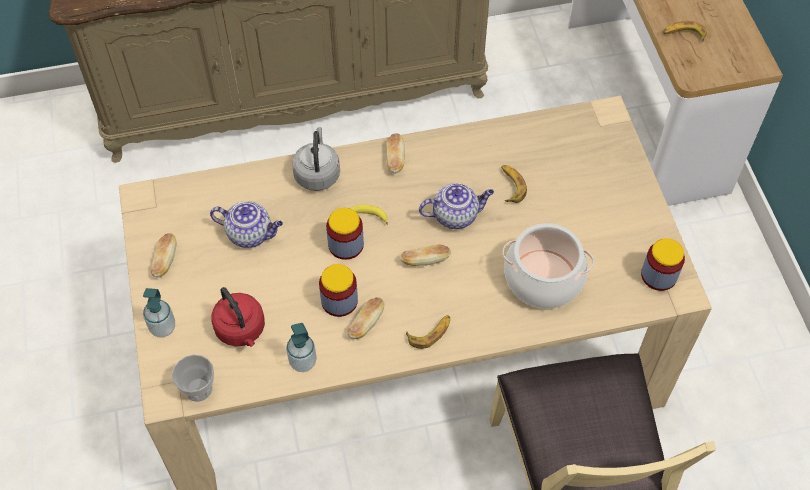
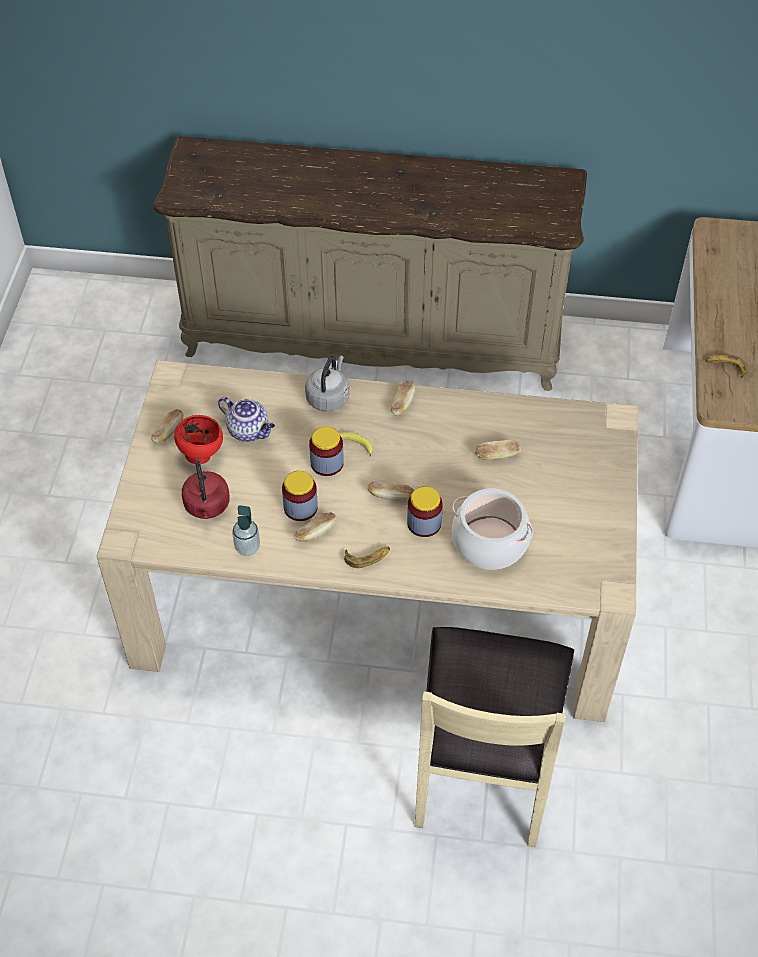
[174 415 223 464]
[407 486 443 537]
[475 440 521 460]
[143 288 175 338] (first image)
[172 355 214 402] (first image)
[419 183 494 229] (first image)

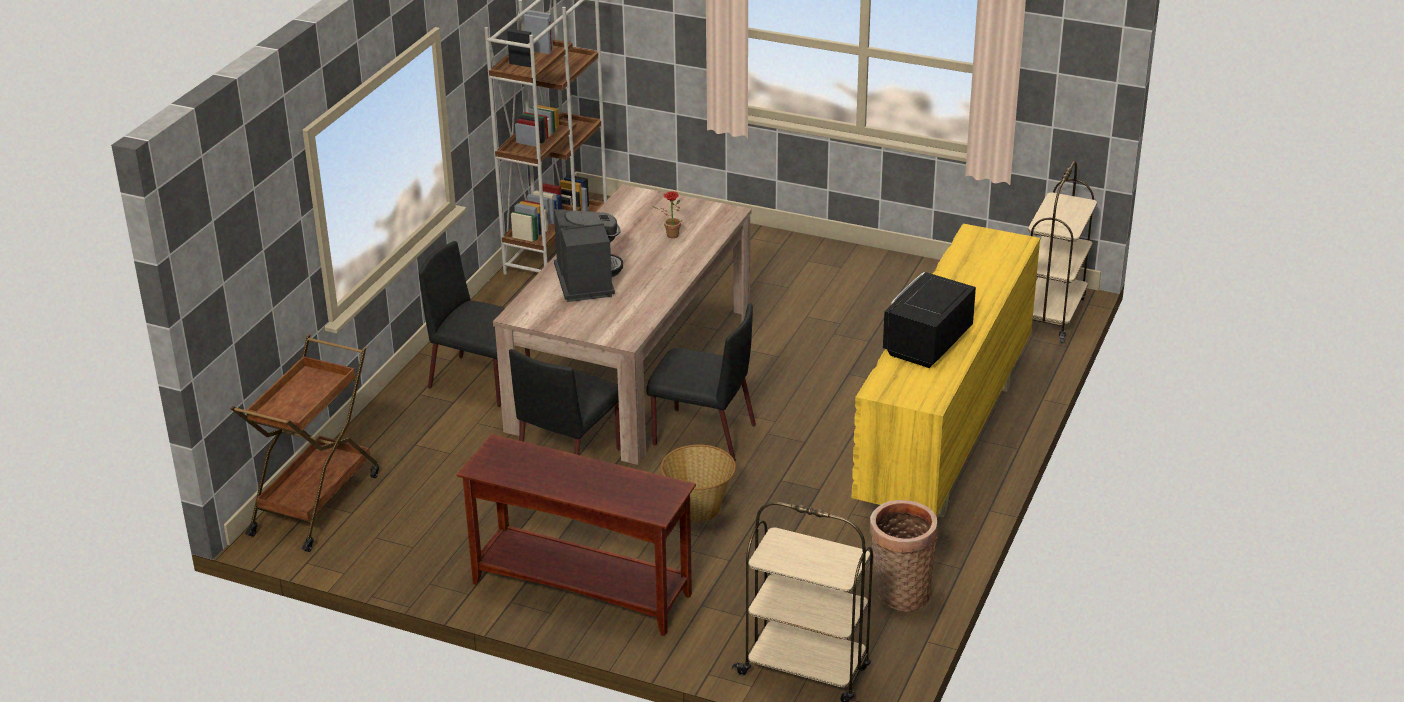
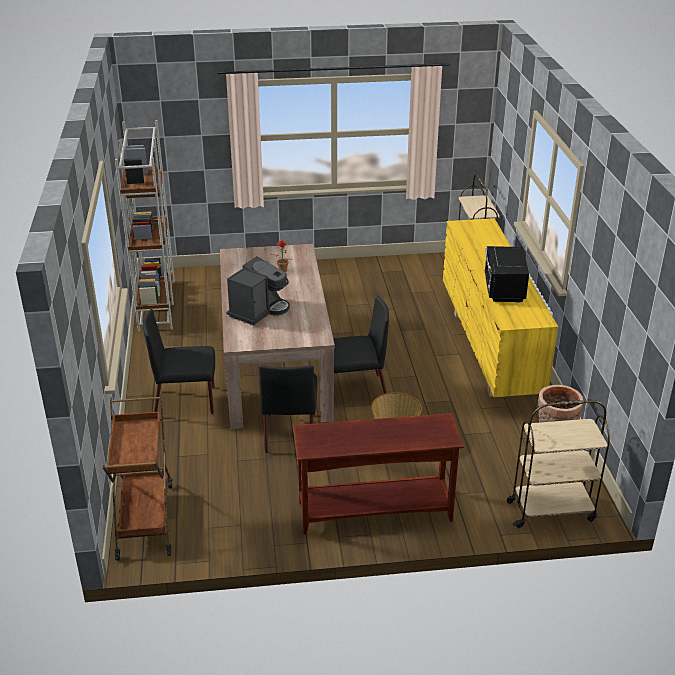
[226 256 290 325]

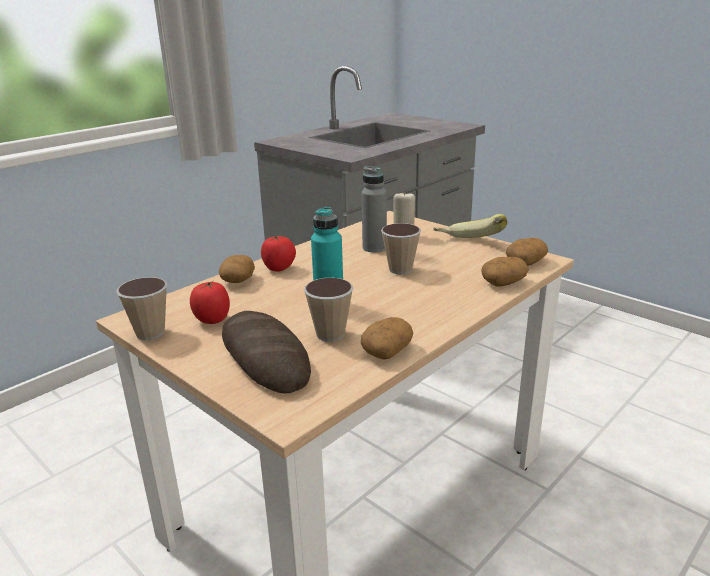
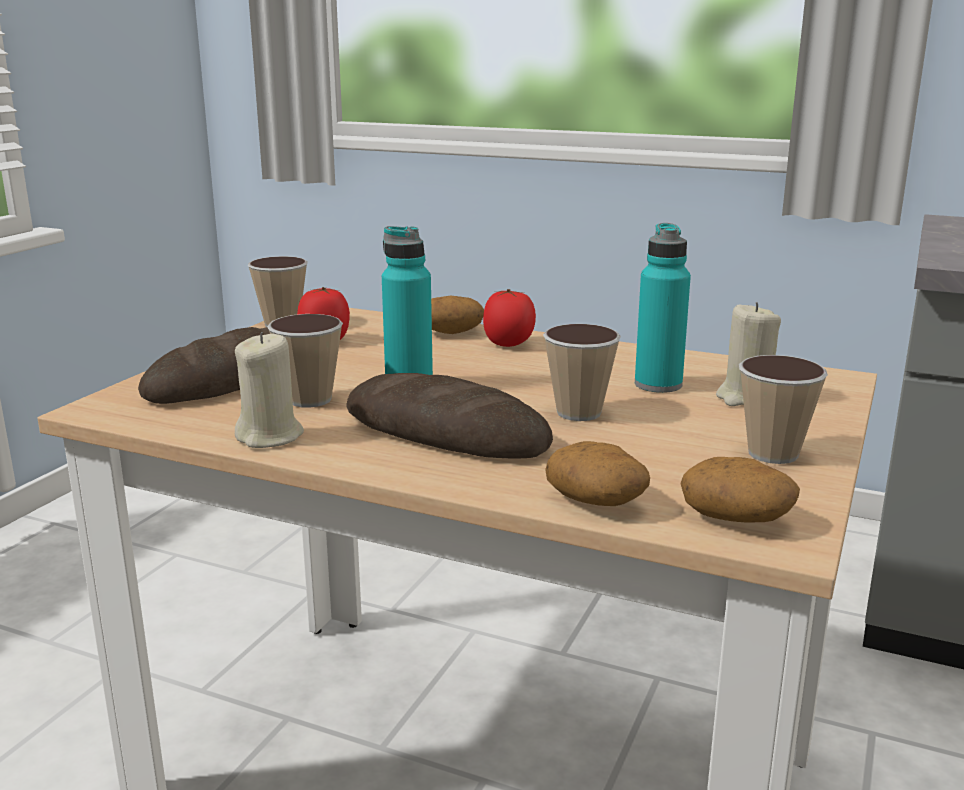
[235 332 304 448]
[347 373 553 459]
[635 223 691 393]
[739 355 828 464]

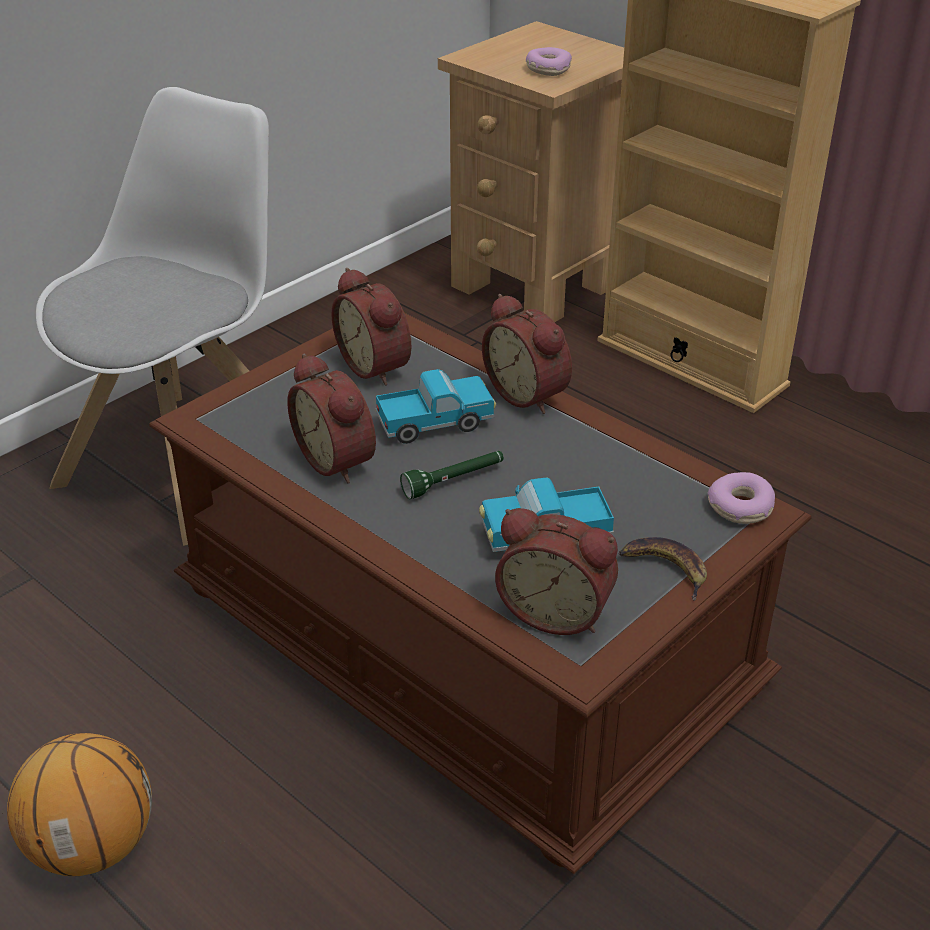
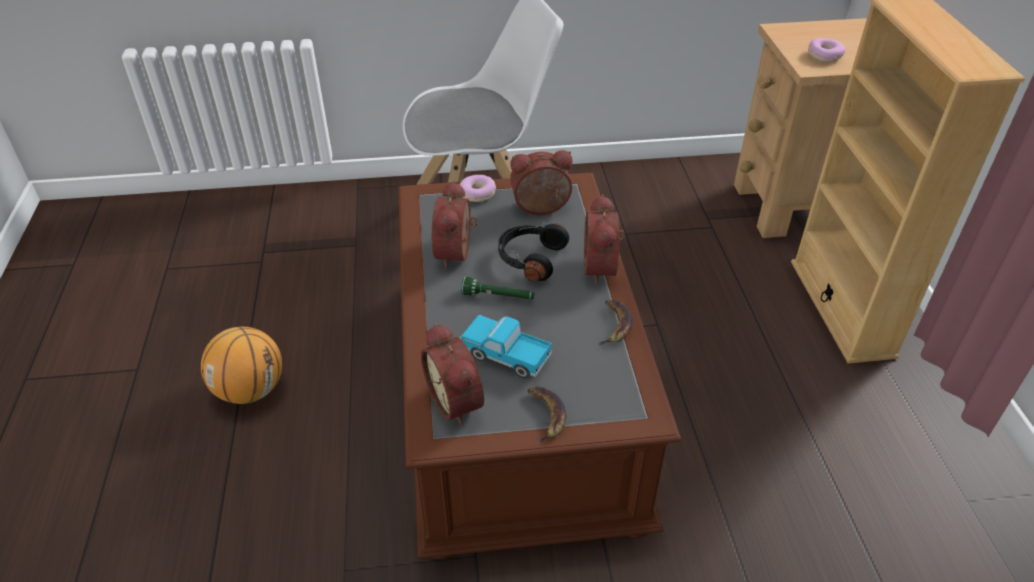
[459 175 496 202]
[498 223 569 281]
[510 150 572 215]
[598 299 632 345]

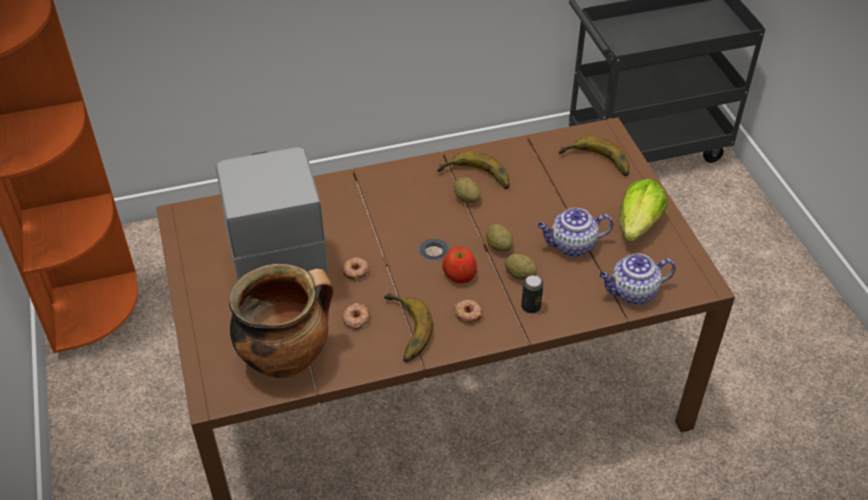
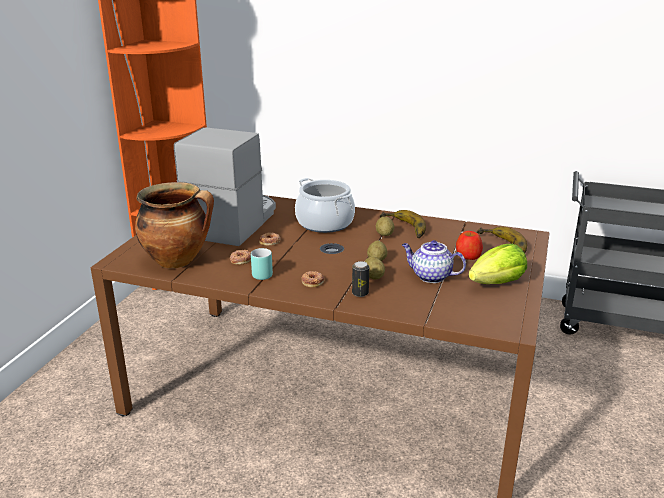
[251 248 273 280]
[295 178 355 233]
[456 231 483 260]
[599 253 676 305] (first image)

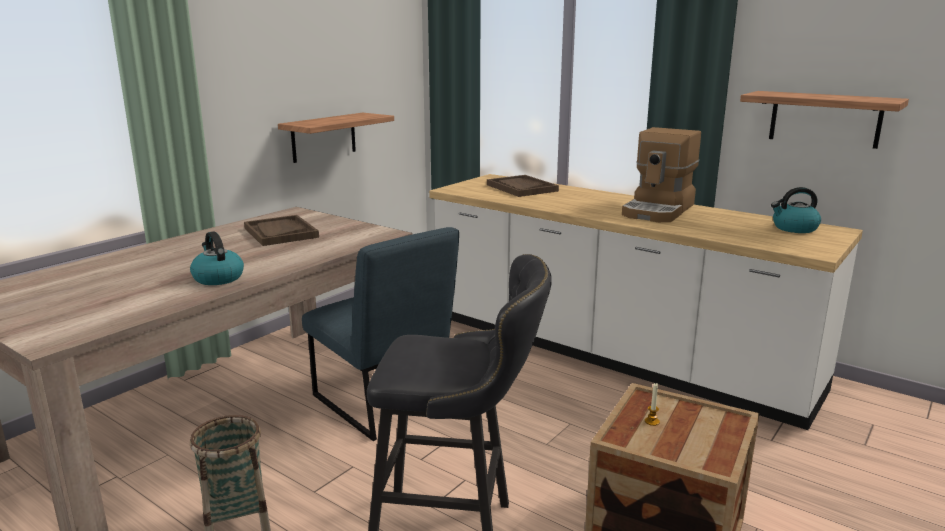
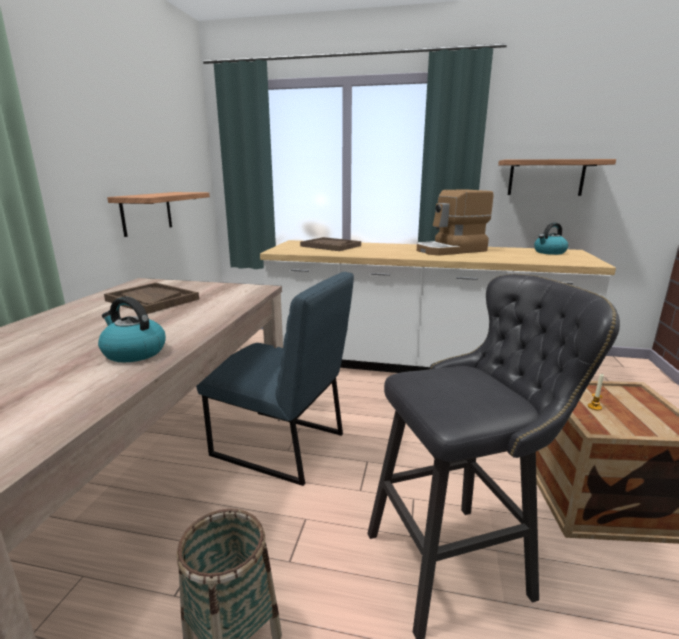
[417 189 493 256]

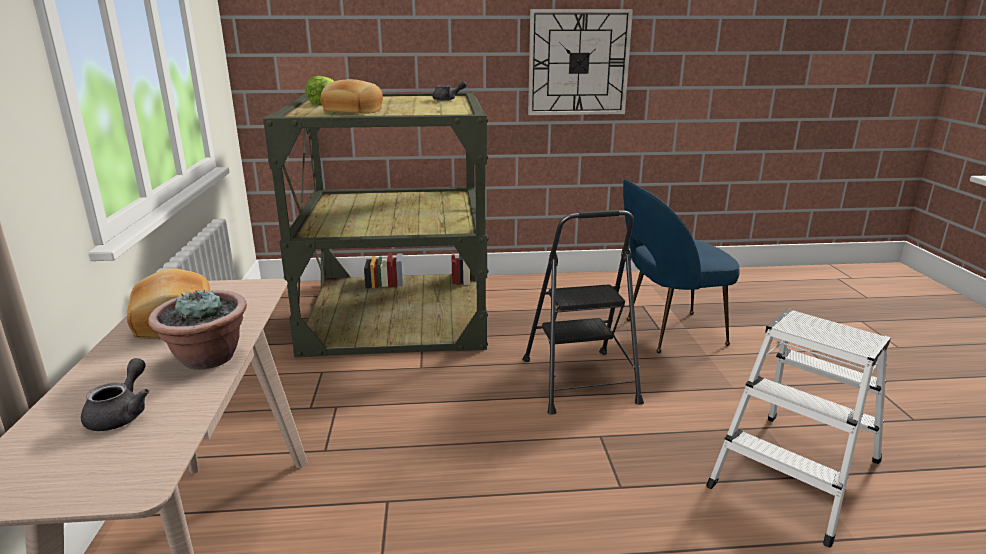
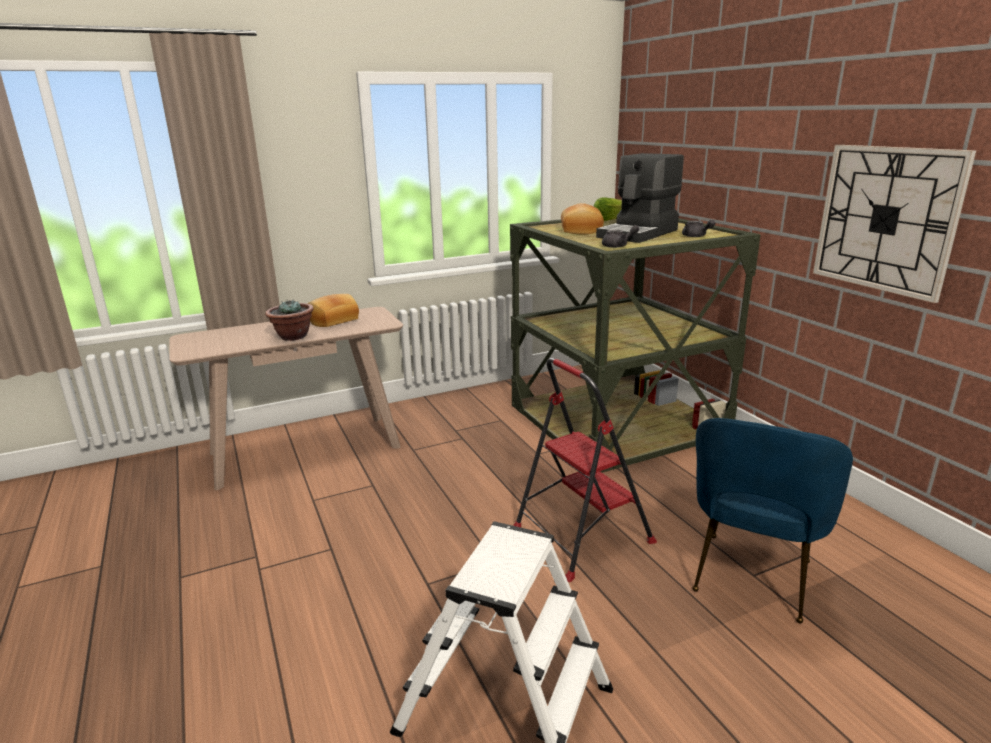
[513 358 657 582]
[596 153 684 243]
[602 225 639 248]
[692 418 853 624]

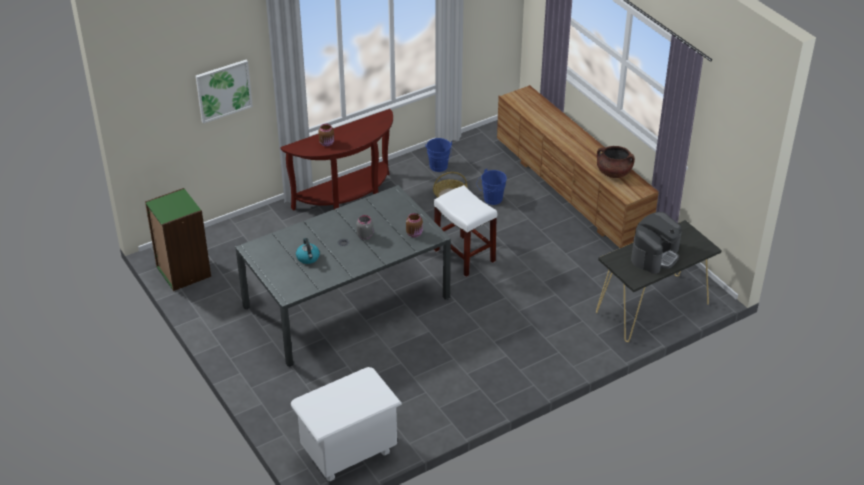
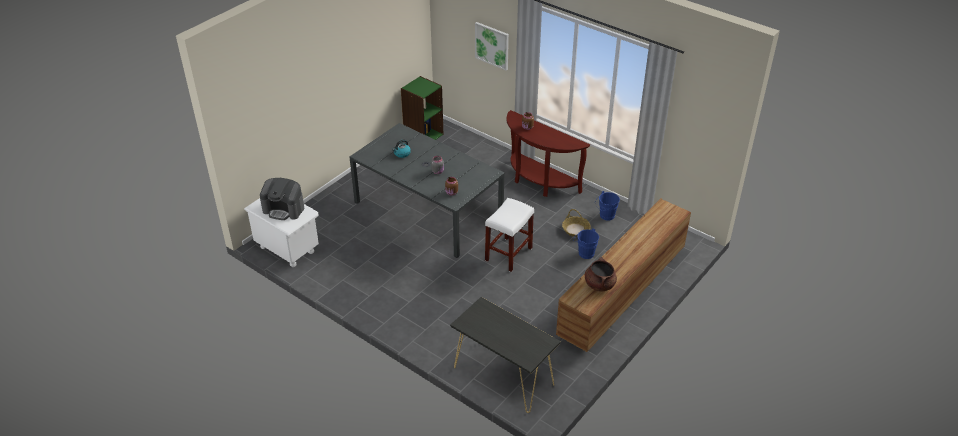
[260 178 304 220]

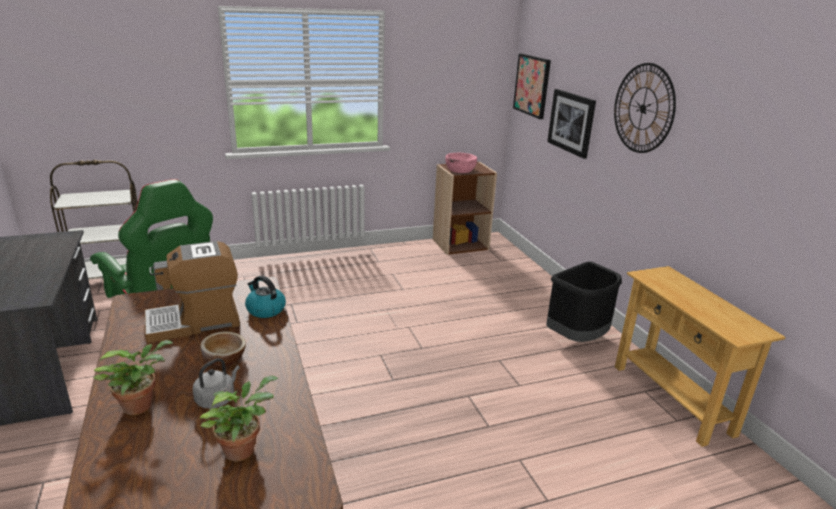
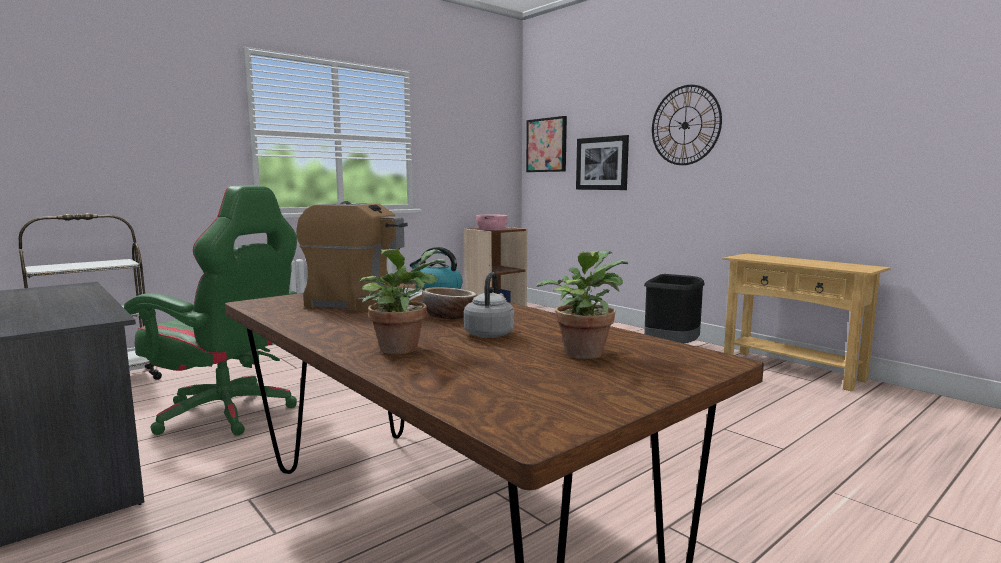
[296 201 423 312]

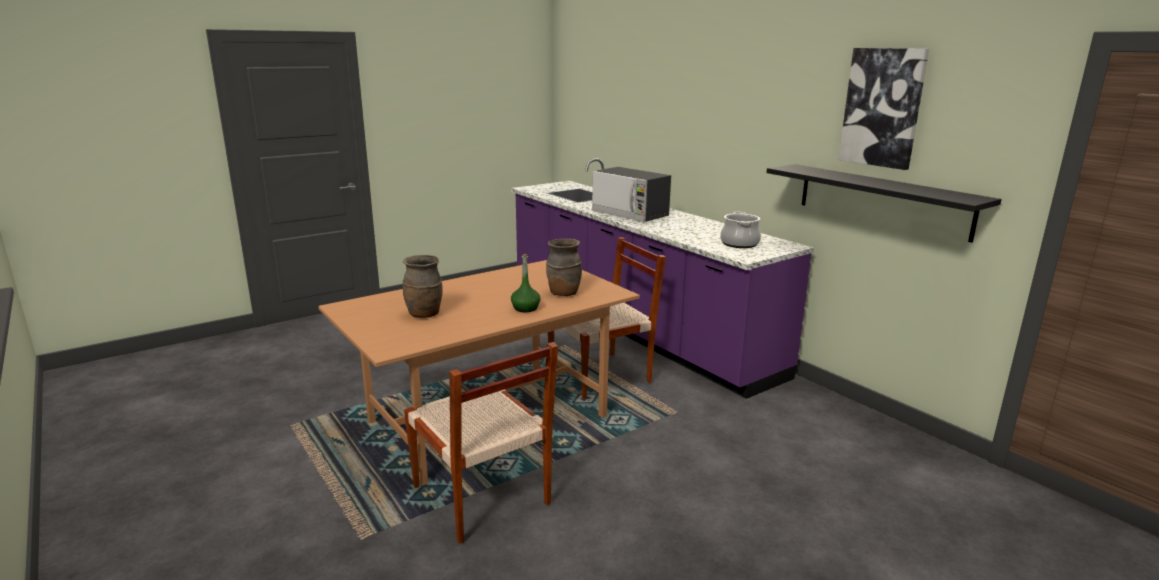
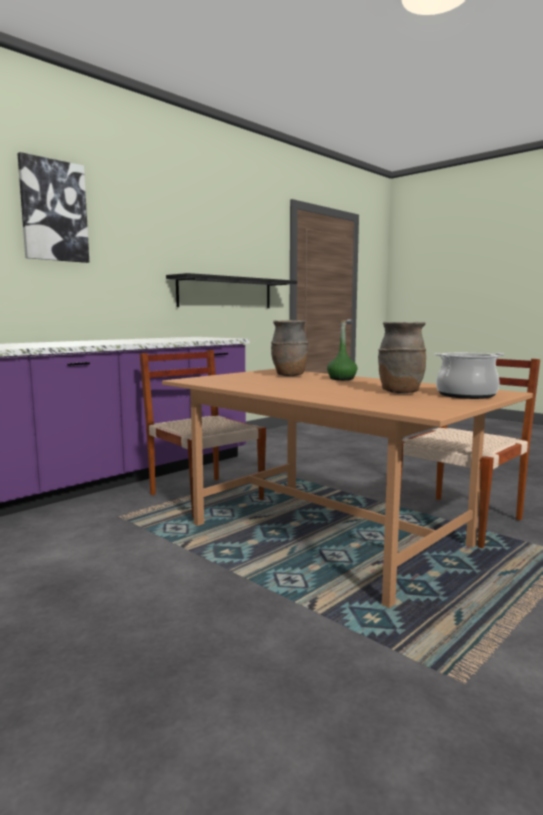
[17 152 89 263]
[434 353 504 399]
[592 167 671 222] (first image)

